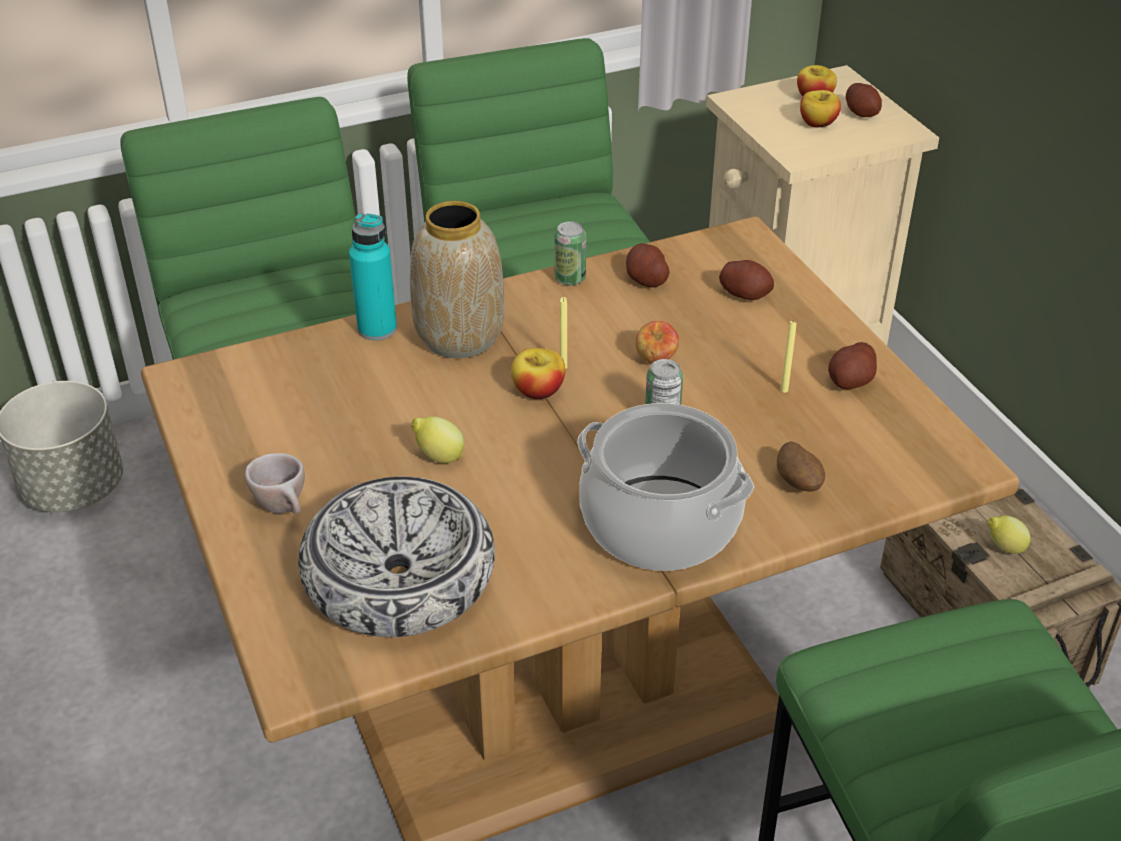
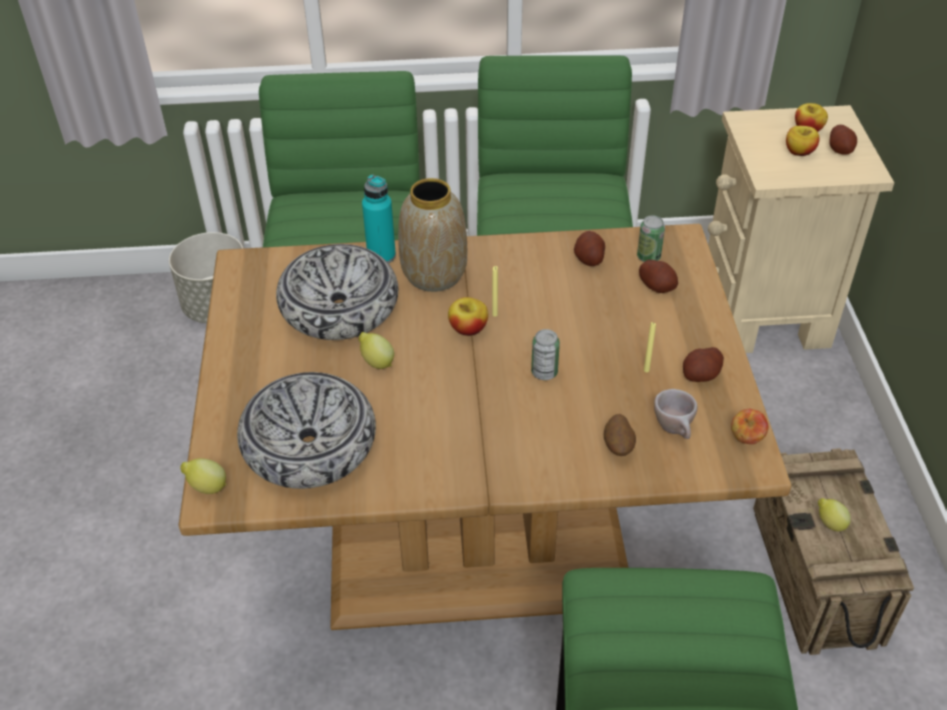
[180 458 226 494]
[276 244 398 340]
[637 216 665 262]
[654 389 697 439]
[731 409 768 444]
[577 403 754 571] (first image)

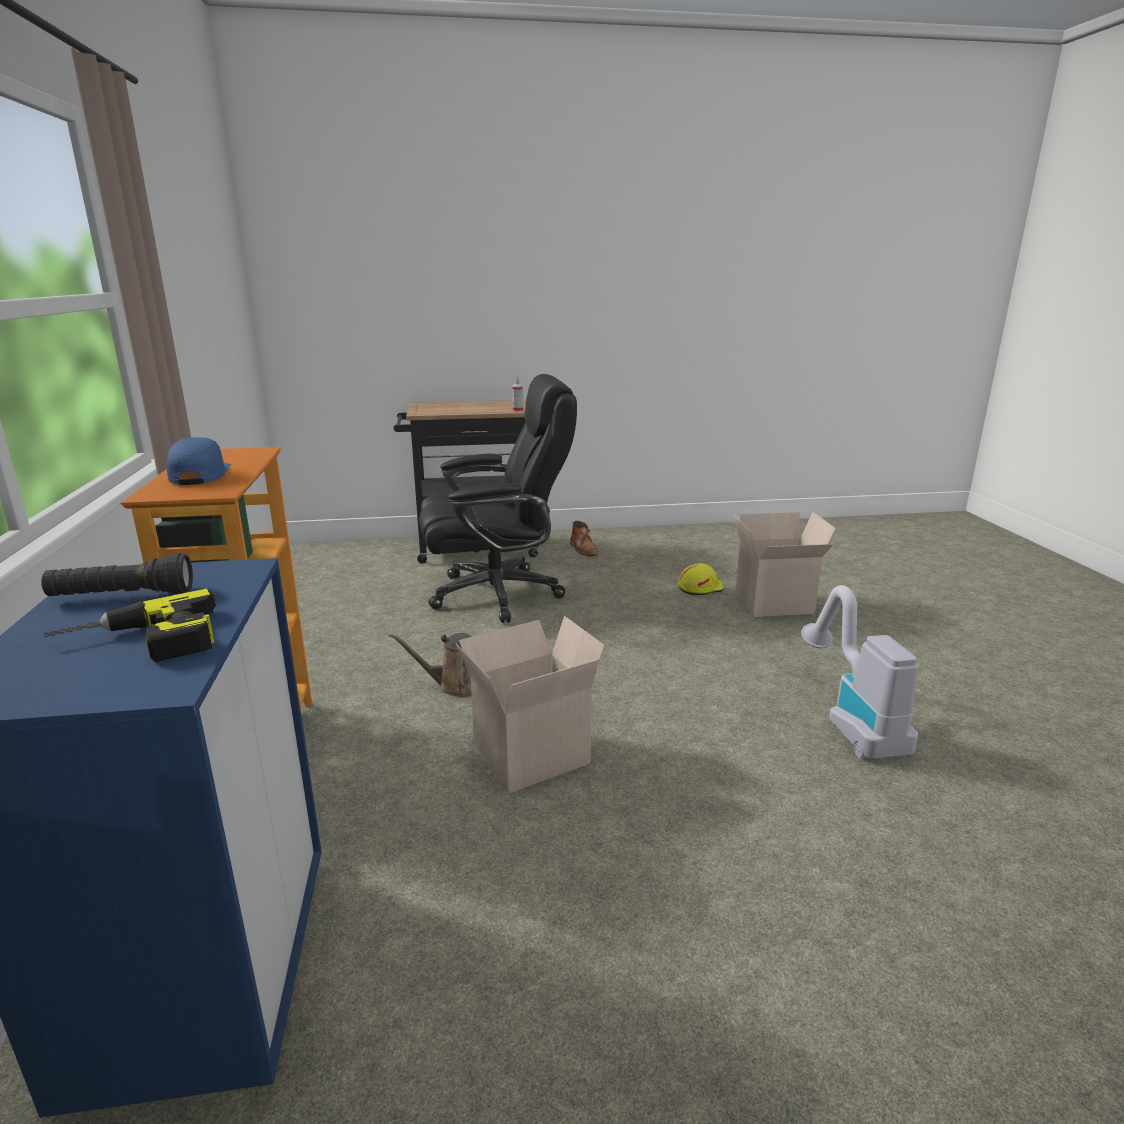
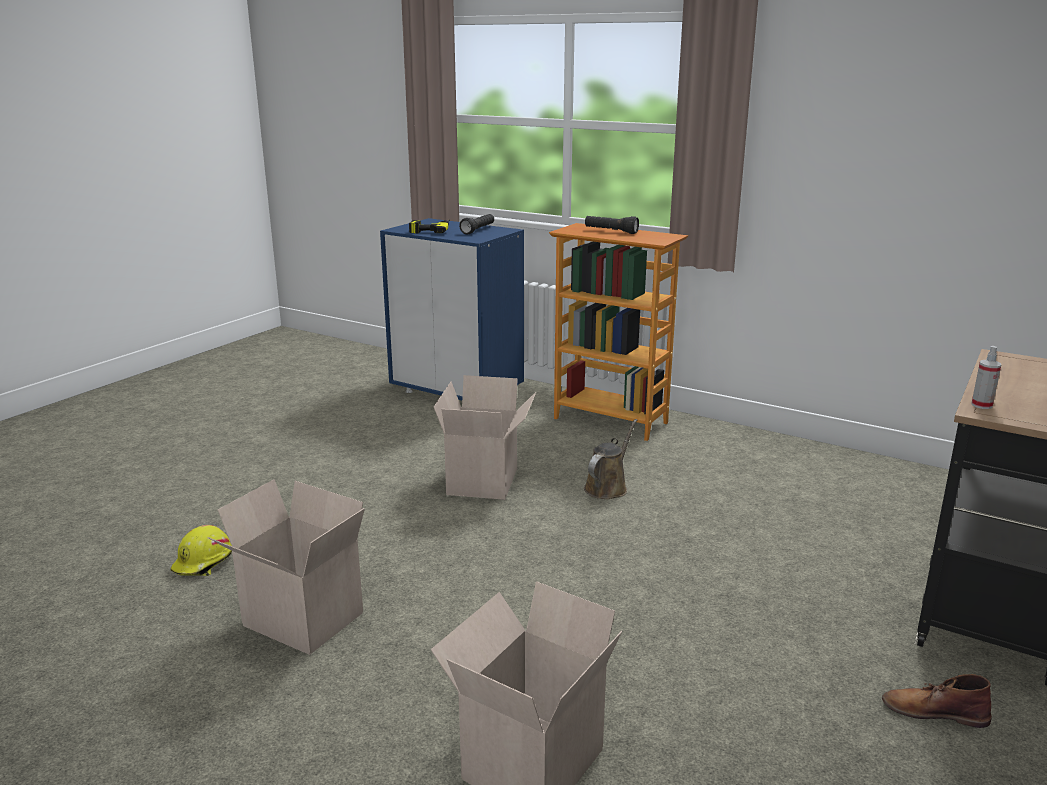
[171 525 232 576]
[207 479 365 655]
[585 216 639 234]
[419 374 577 623] (first image)

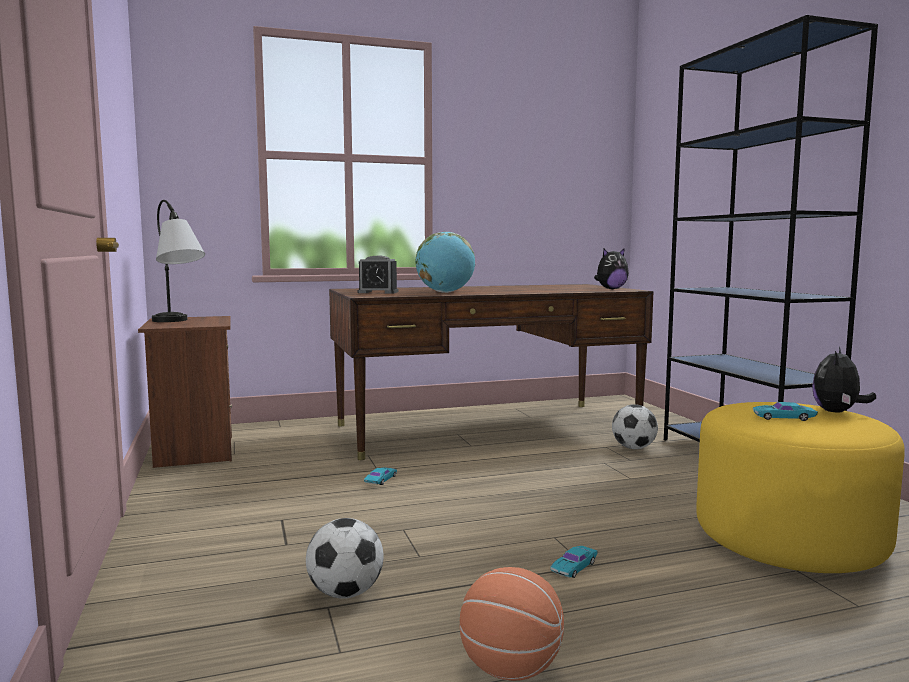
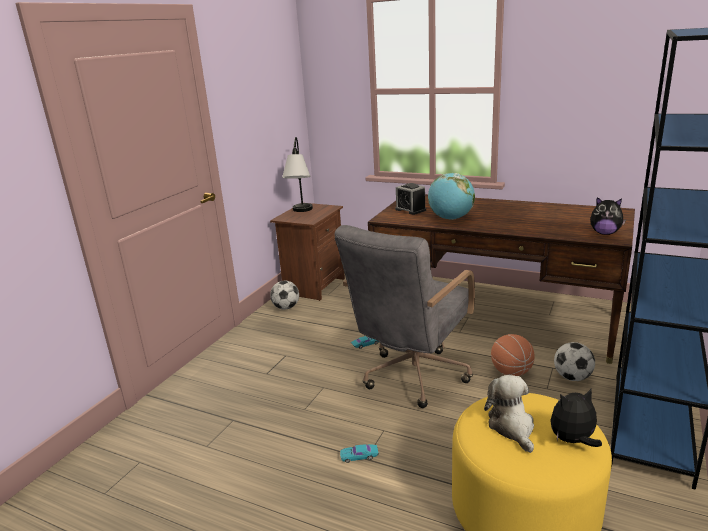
[270 281 299 310]
[334 225 475 408]
[484 375 534 453]
[491 334 535 376]

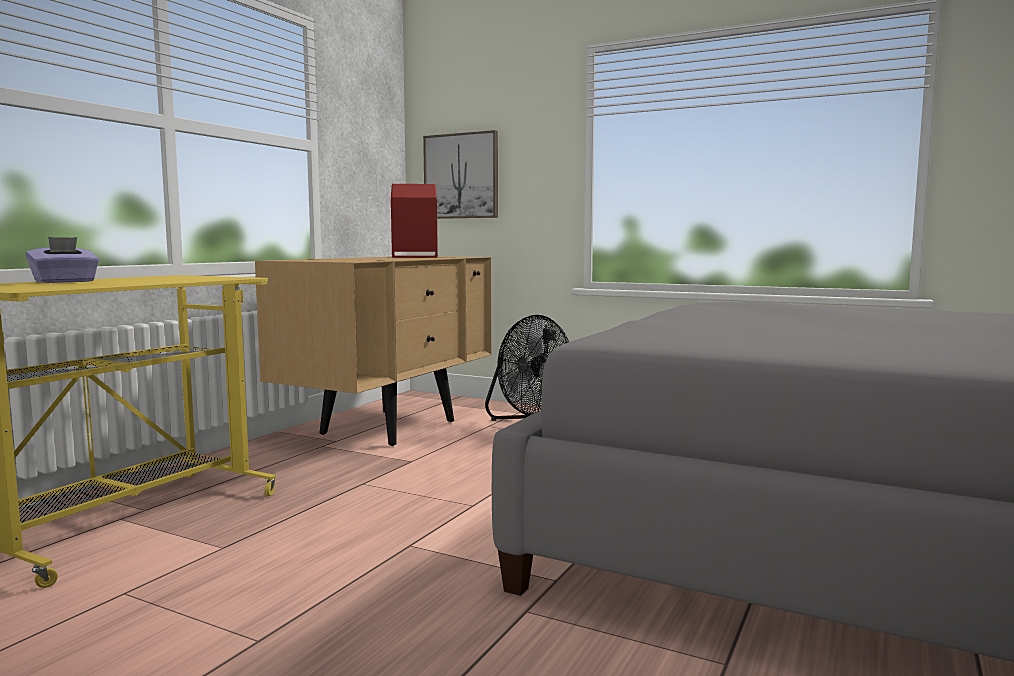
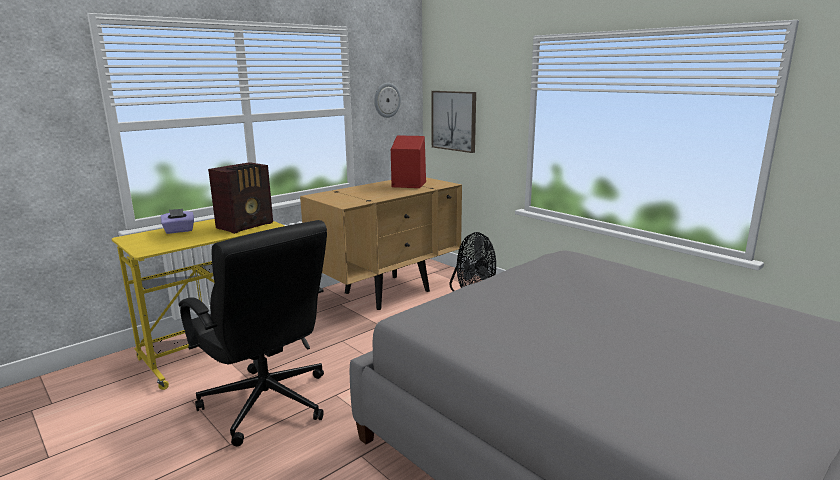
[178 220 327 446]
[208 162 273 234]
[374 83 401 118]

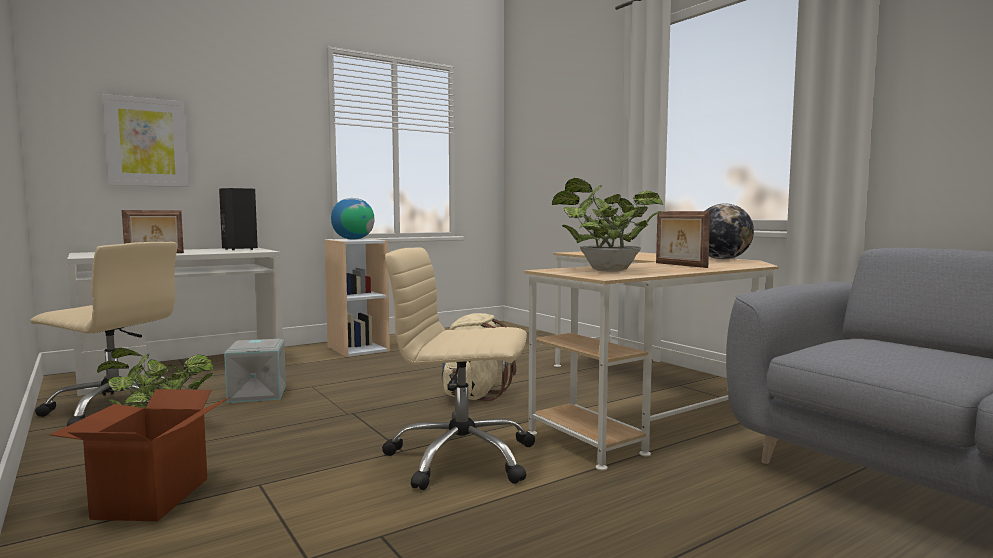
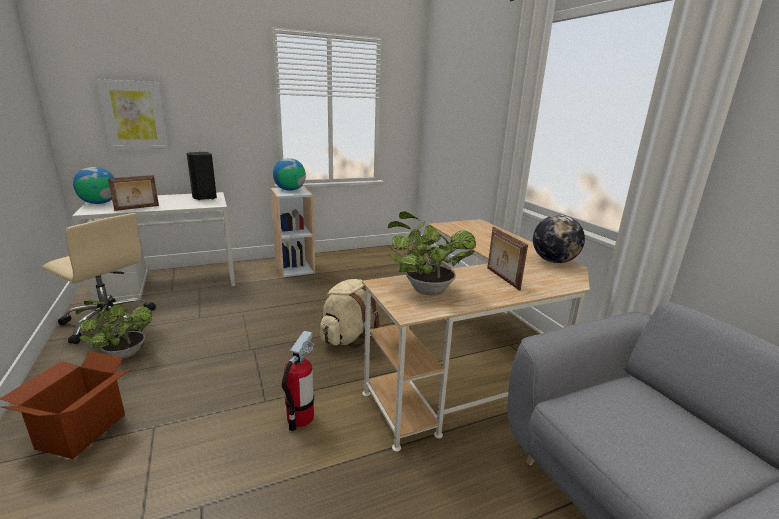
[73 167 115 204]
[282 331 314 431]
[224 339 286 403] (first image)

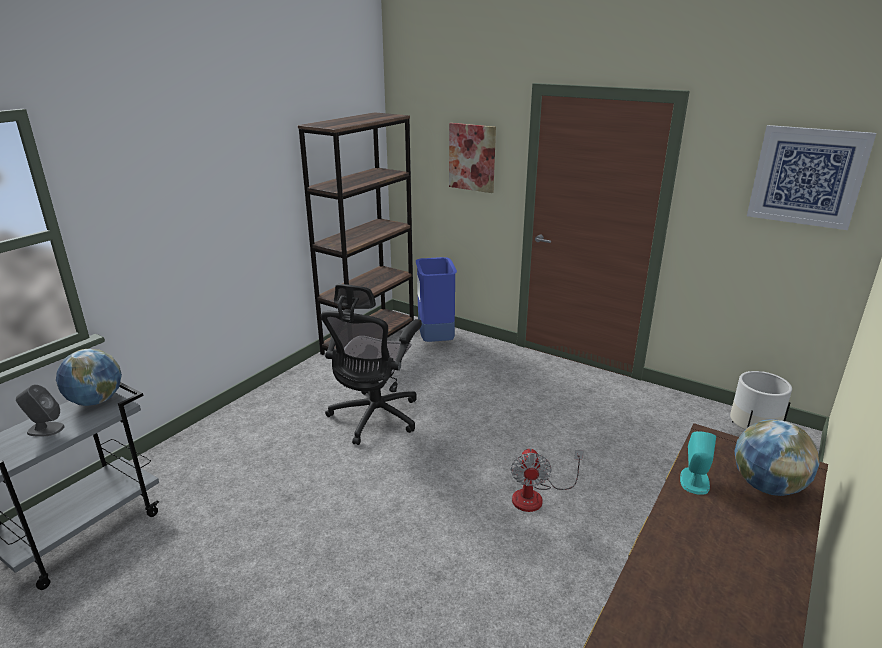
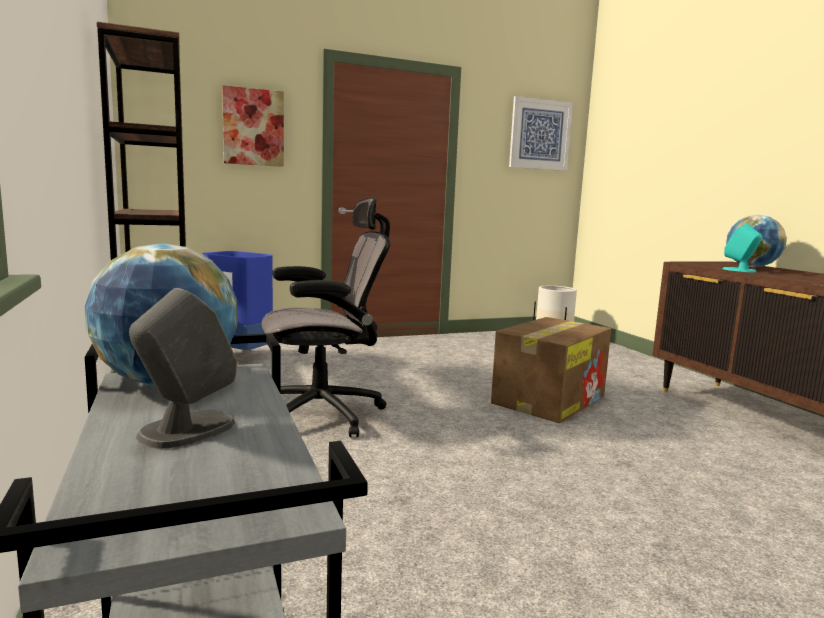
[262 198 390 437]
[491 317 611 423]

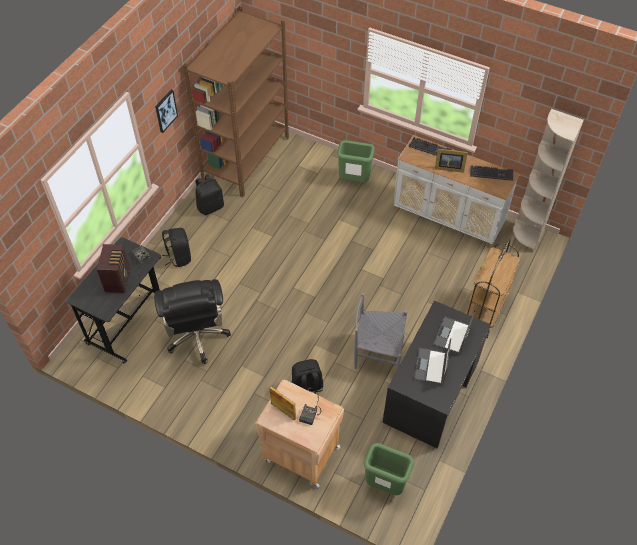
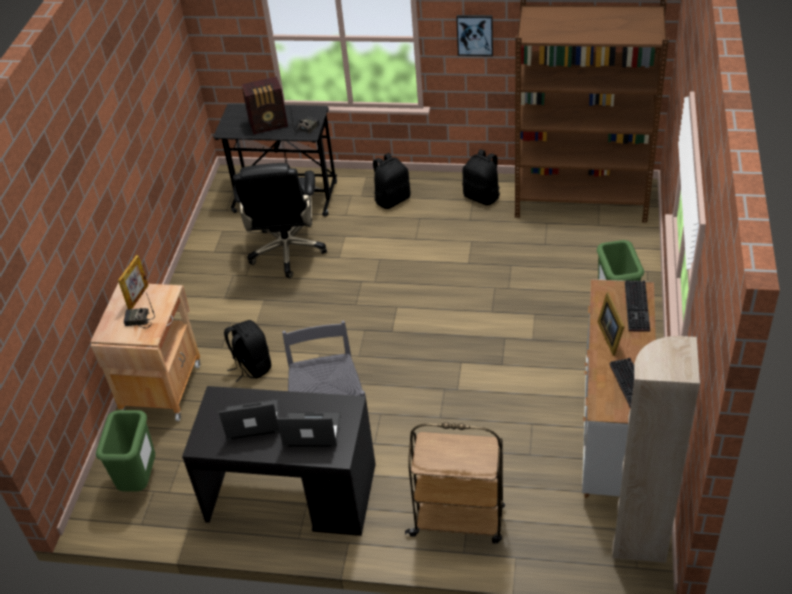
[233 163 327 279]

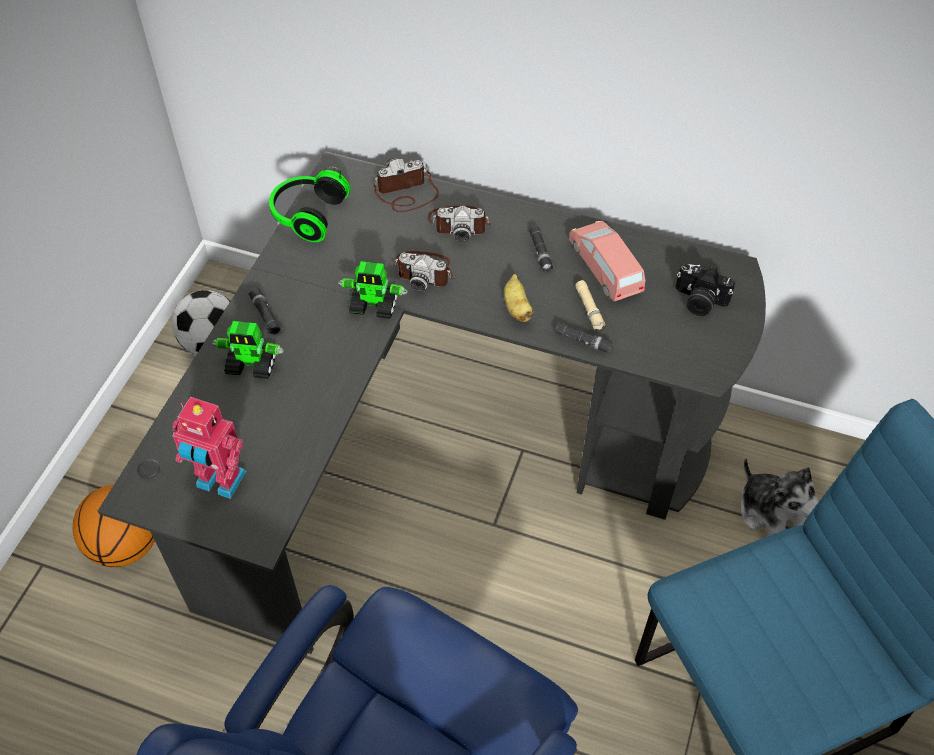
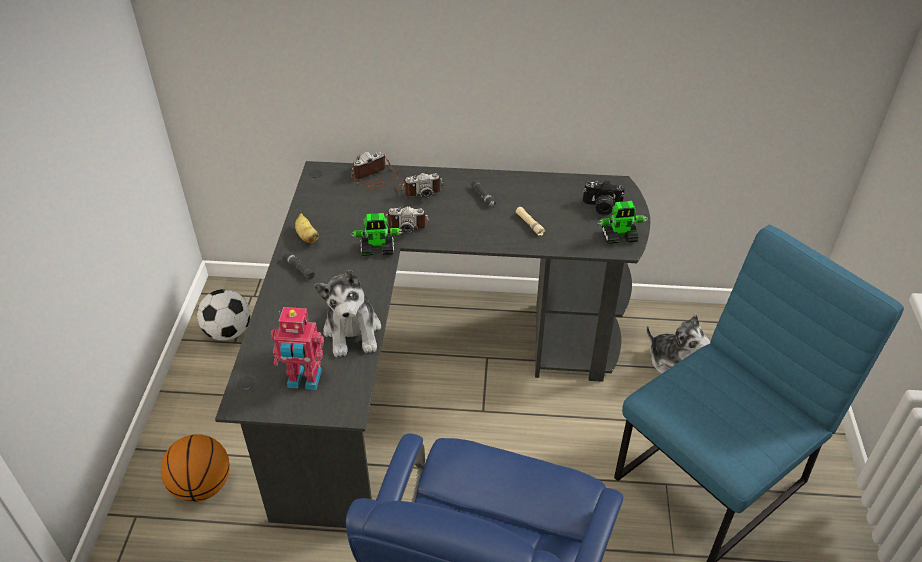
[295 213 319 243]
[315 270 381 357]
[597 201 648 244]
[269 169 350 242] (first image)
[555 322 613 353] (first image)
[569 221 646 302] (first image)

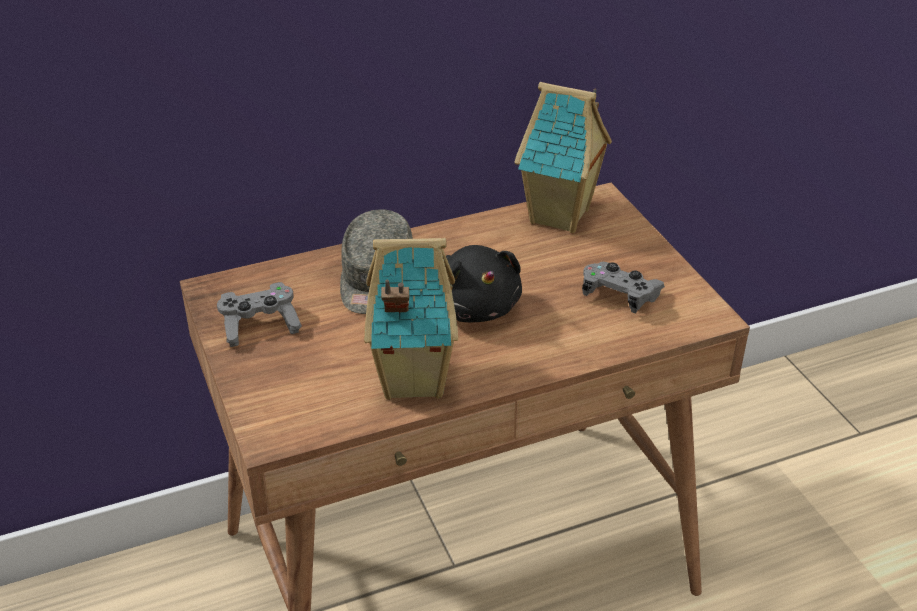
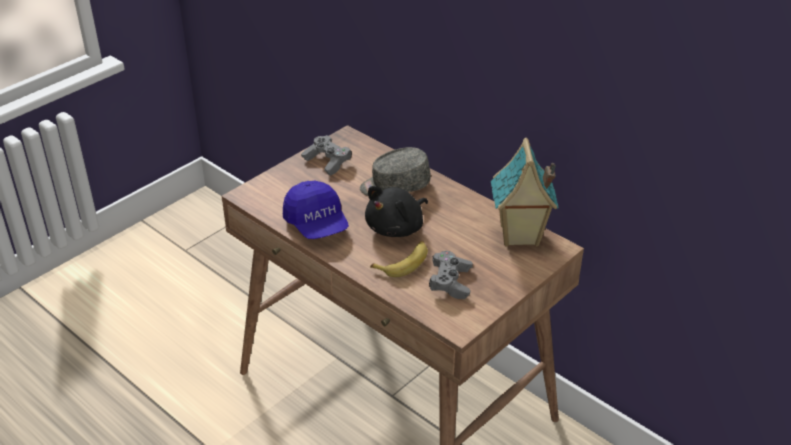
[283 180 349 239]
[370 241 428 277]

